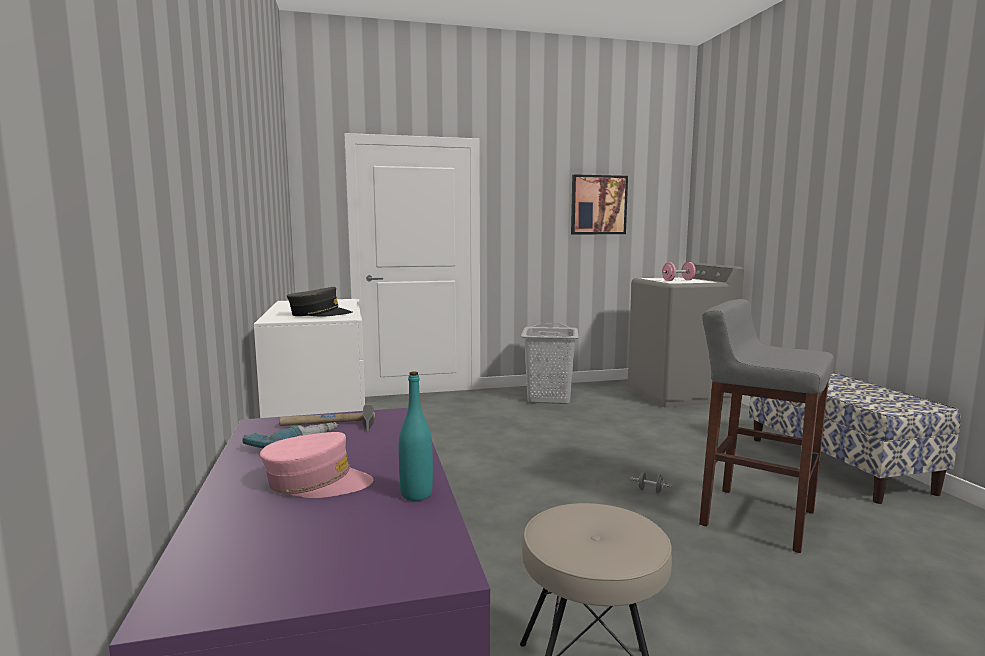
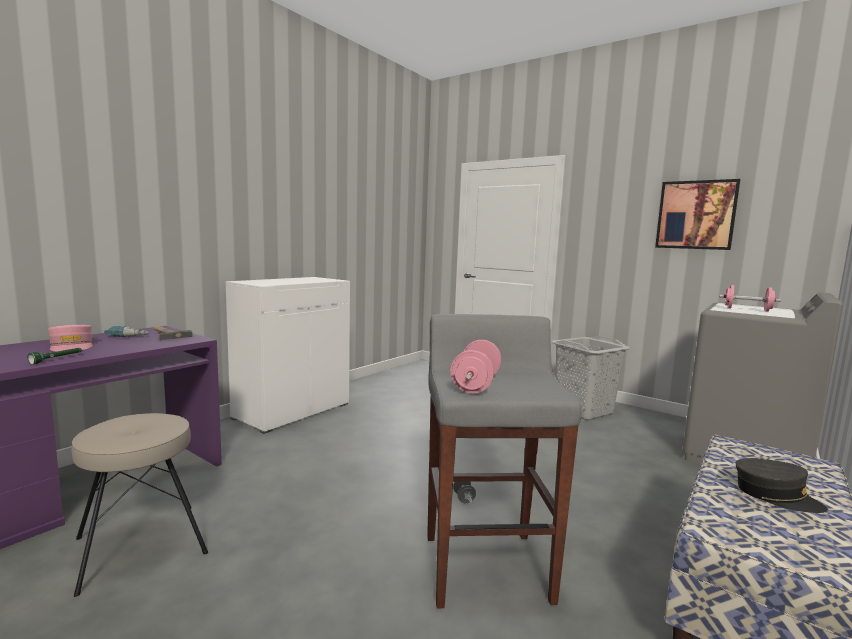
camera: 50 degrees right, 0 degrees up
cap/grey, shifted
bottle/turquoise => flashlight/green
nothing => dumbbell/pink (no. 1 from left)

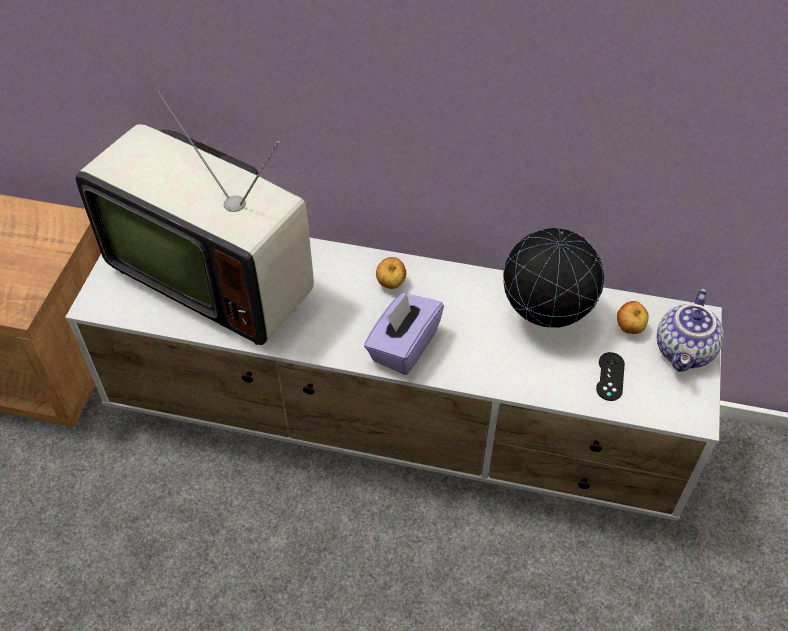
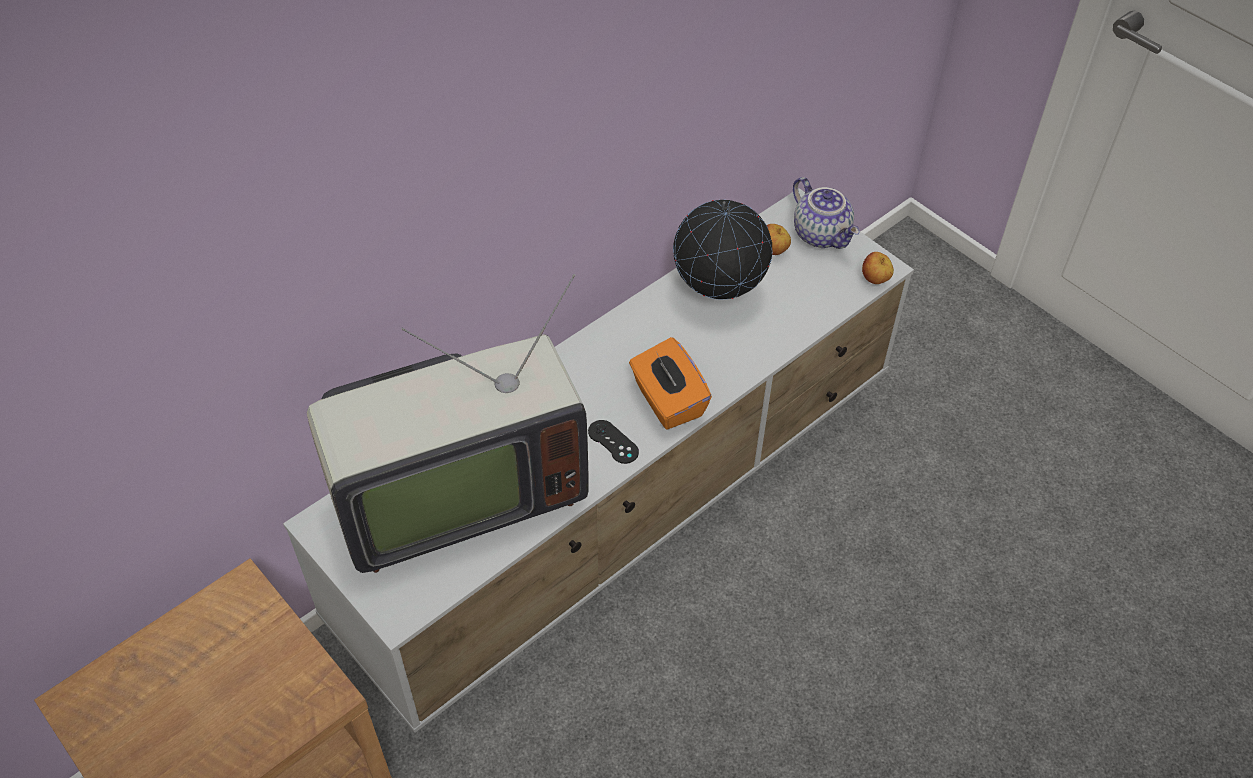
camera: 55 degrees left, 0 degrees up
apple (no. 1 from left in the first image) => apple (no. 2 from left), shifted
tissue box/purple => tissue box/orange
game controller/black, shifted

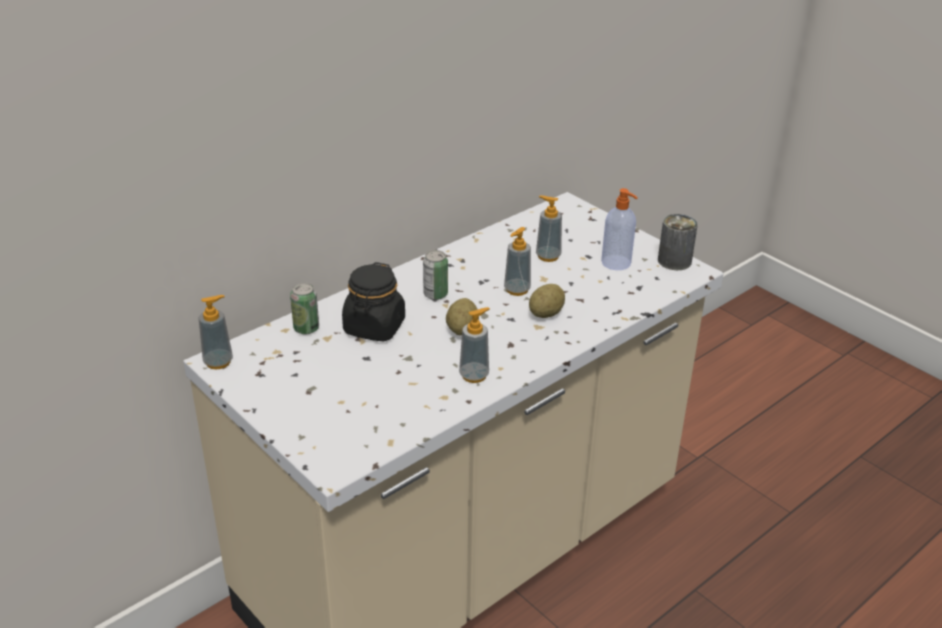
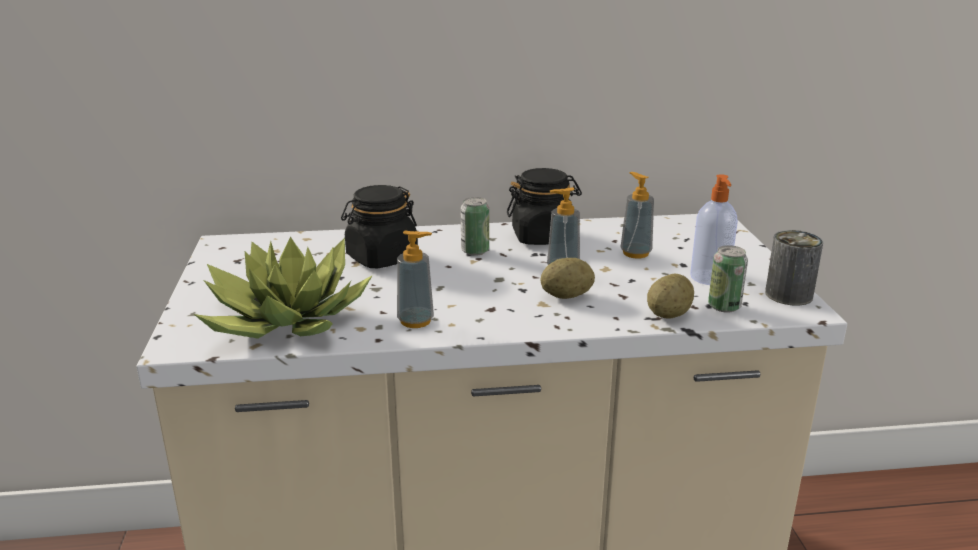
camera: 35 degrees right, 10 degrees down
can (no. 1 from left in the first image) => can (no. 2 from left), shifted
soap dispenser (no. 1 from left) => nothing
potato (no. 1 from left in the first image) => potato (no. 2 from left), shifted
nothing => jar/black (no. 2 from left)
nothing => potted plant

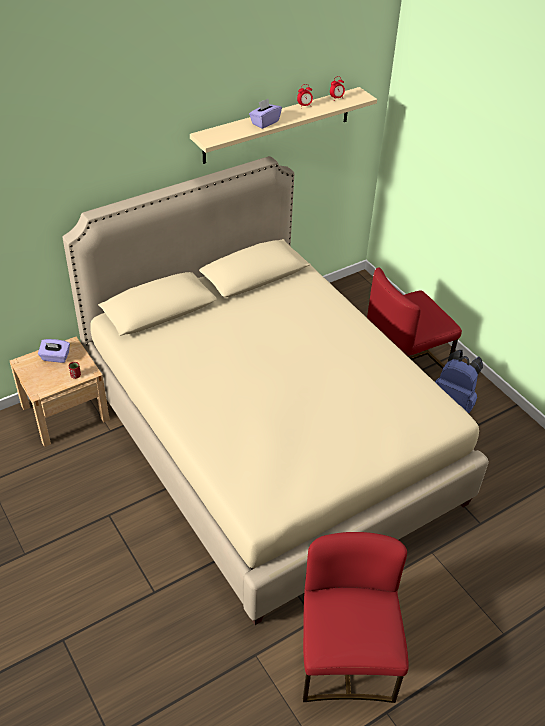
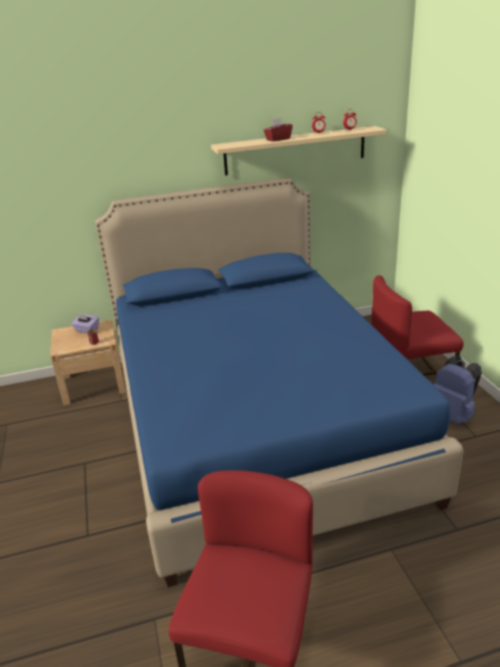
camera: 20 degrees right, 15 degrees down
tissue box/purple (no. 2 from left) => tissue box/red
bed/beige => bed/blue

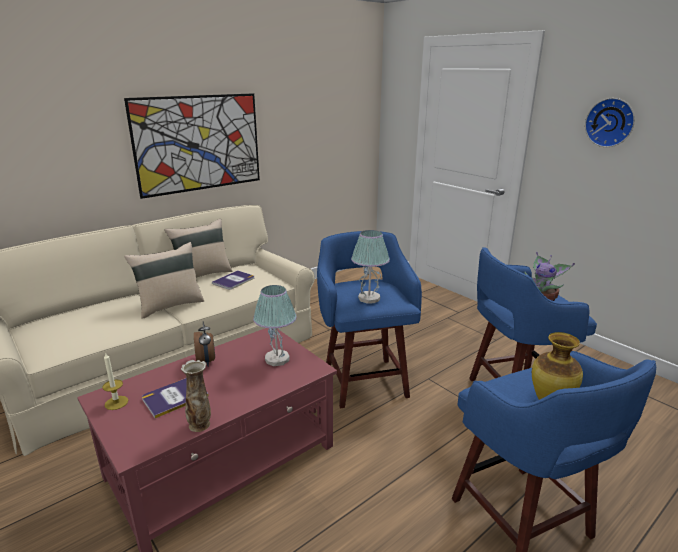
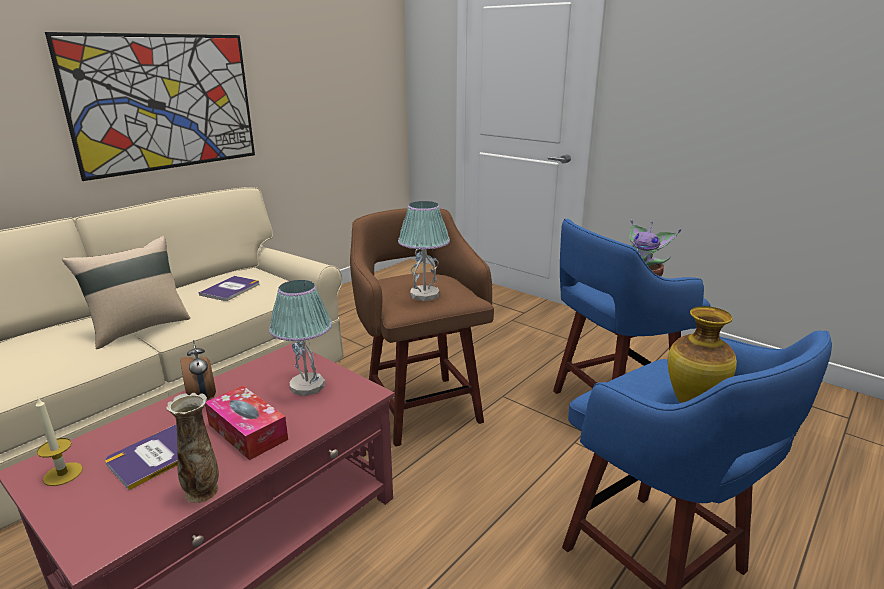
camera: 10 degrees left, 0 degrees up
wall clock => nothing
pillow/beige (no. 2 from left) => nothing
stool/blue (no. 1 from left) => stool/brown
nothing => tissue box

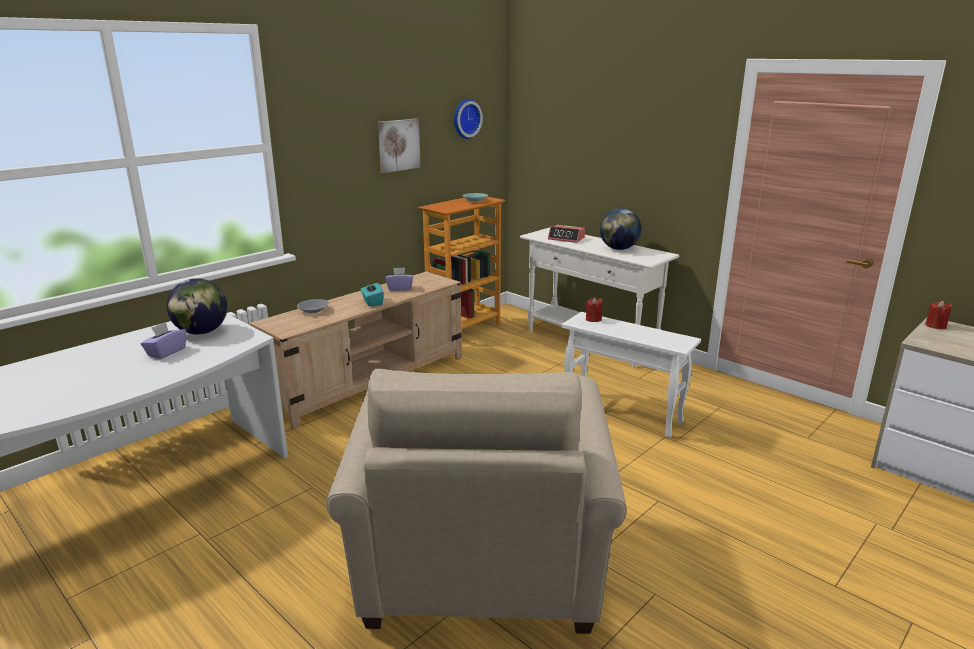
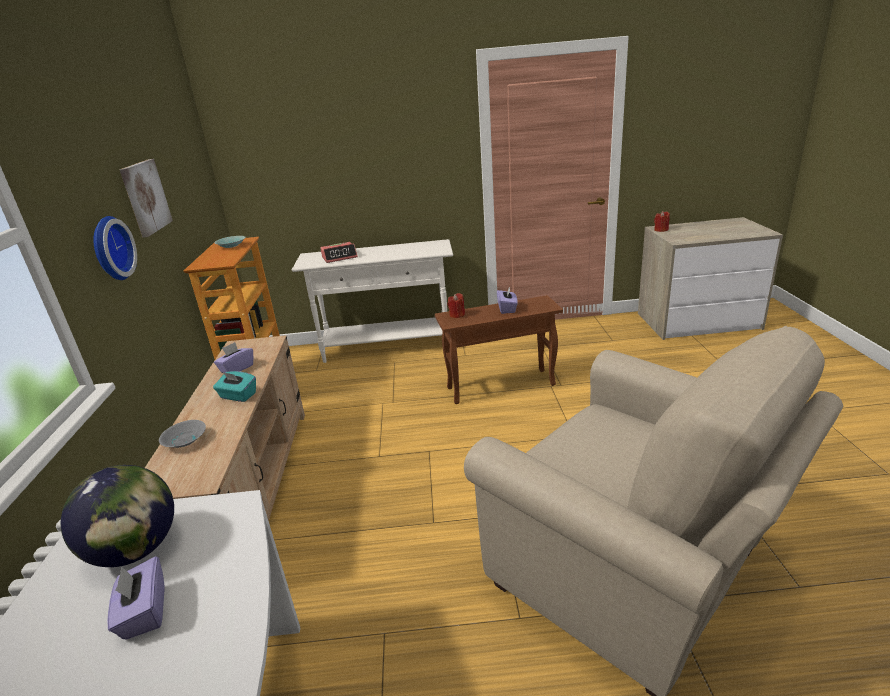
camera: 45 degrees left, 5 degrees up
wall clock, shifted
globe (no. 2 from left) => nothing
side table/white => side table/brown
nothing => tissue box/purple (no. 3 from left)

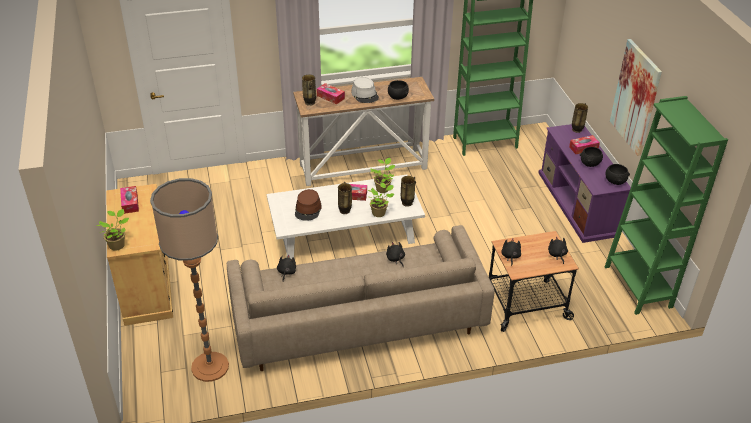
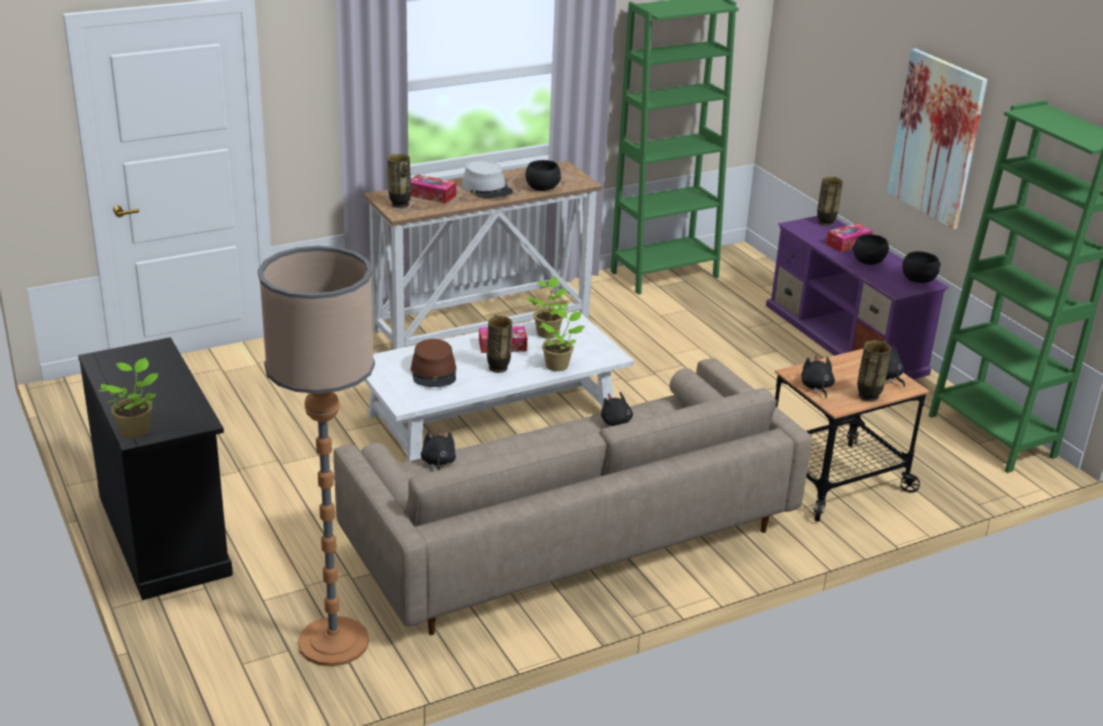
camera: 15 degrees left, 10 degrees down
vase (no. 3 from left in the first image) => vase (no. 4 from left), shifted
cabinet/beige => cabinet/black
tissue box (no. 1 from left) => nothing

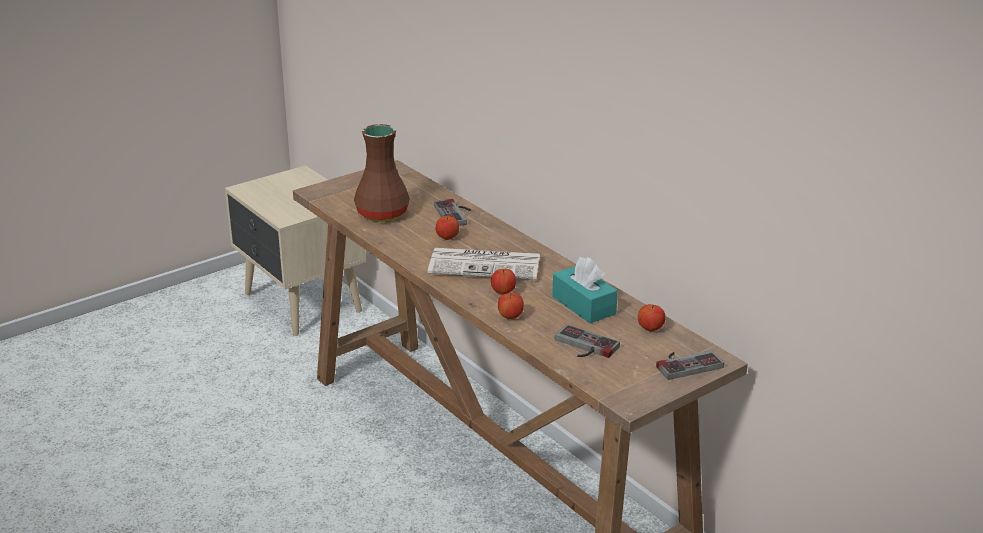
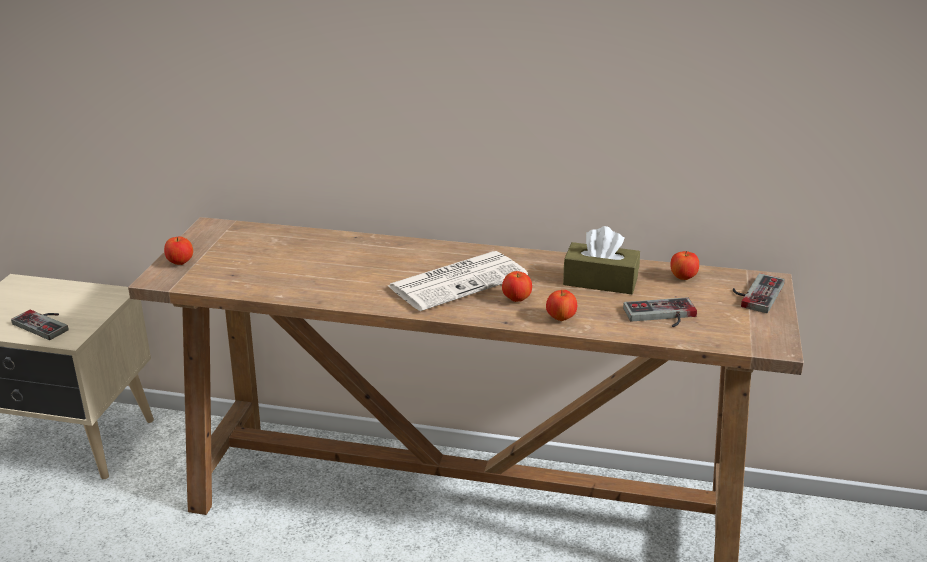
camera: 40 degrees left, 0 degrees up
vase/brown => nothing
game controller (no. 1 from left), shifted
apple (no. 1 from left), shifted
tissue box/turquoise => tissue box/brown

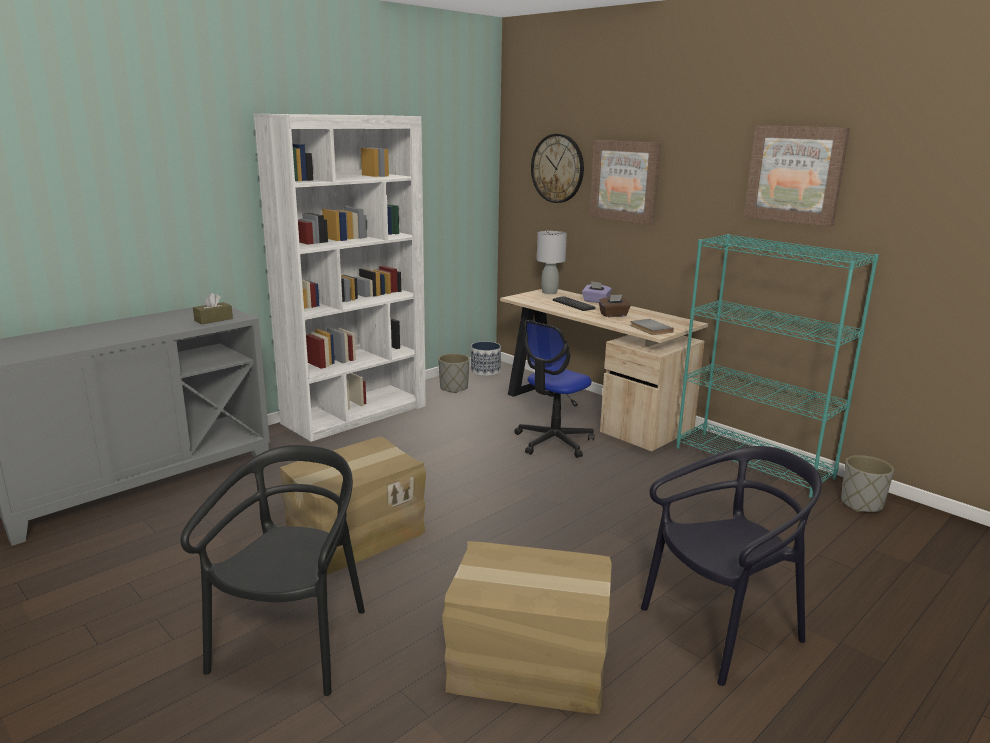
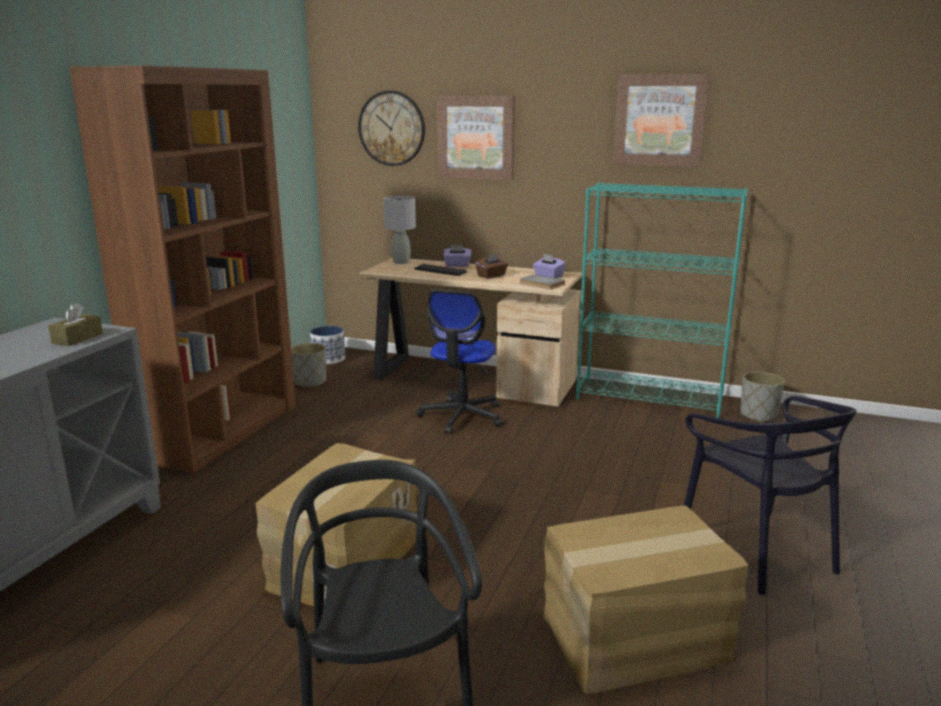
camera: 25 degrees left, 0 degrees up
bookcase/white => bookcase/brown
chair/black (no. 2 from left), 120 degrees clockwise
nothing => tissue box/purple (no. 2 from left)

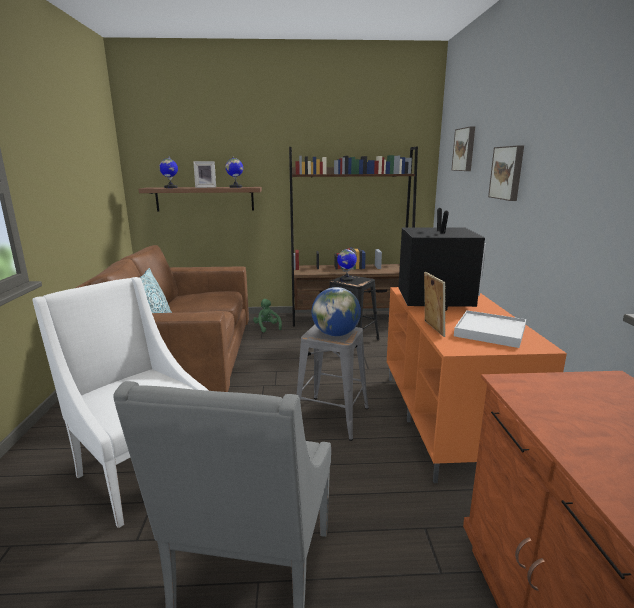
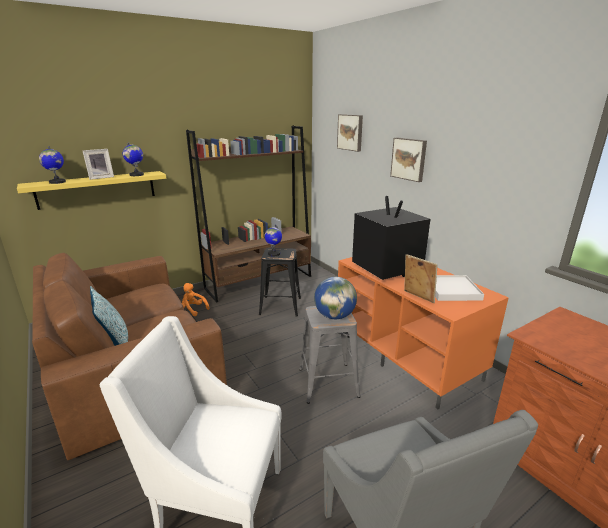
camera: 30 degrees left, 5 degrees up
shelf/brown => shelf/yellow
plush toy/green => plush toy/orange

